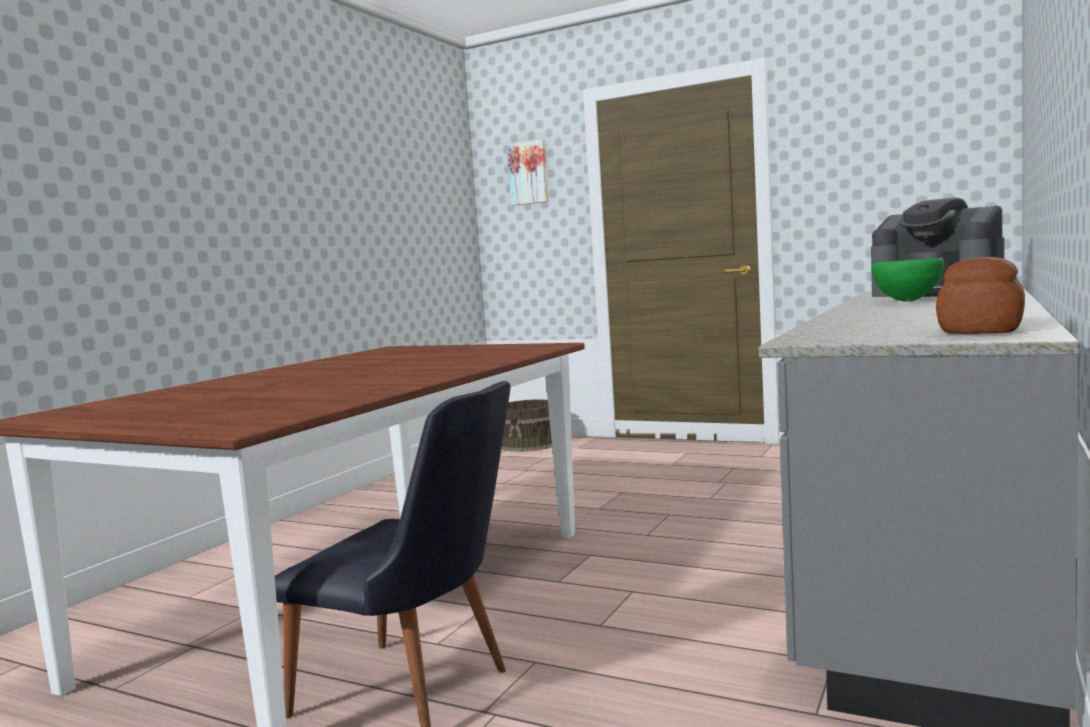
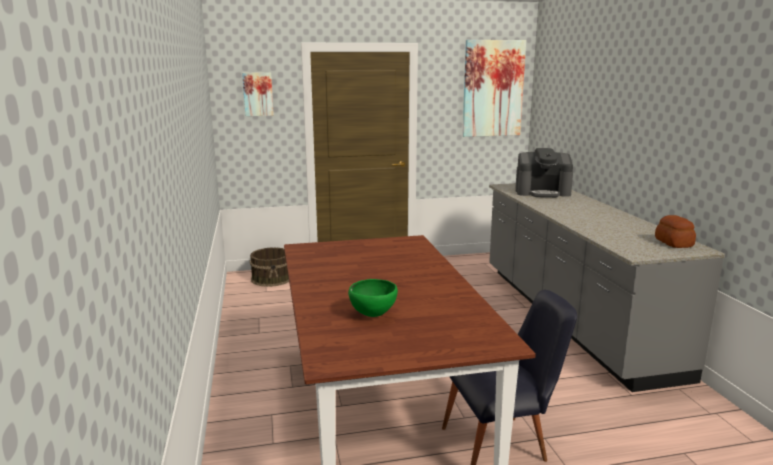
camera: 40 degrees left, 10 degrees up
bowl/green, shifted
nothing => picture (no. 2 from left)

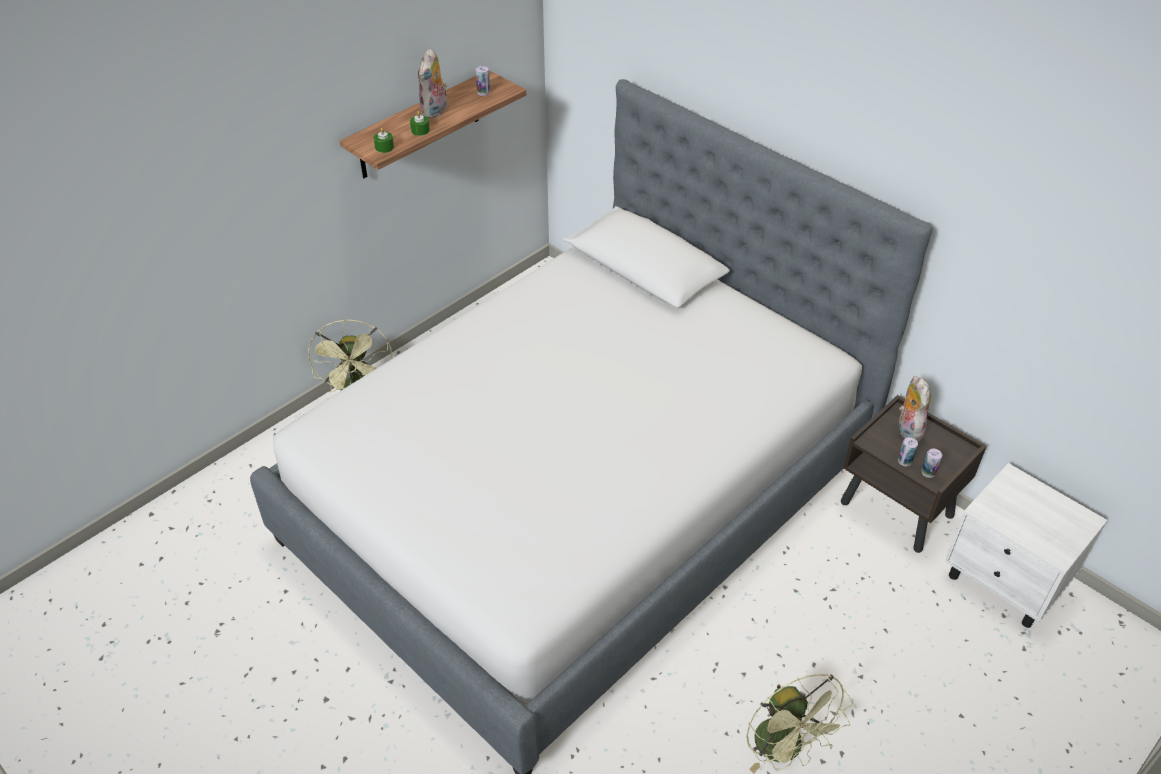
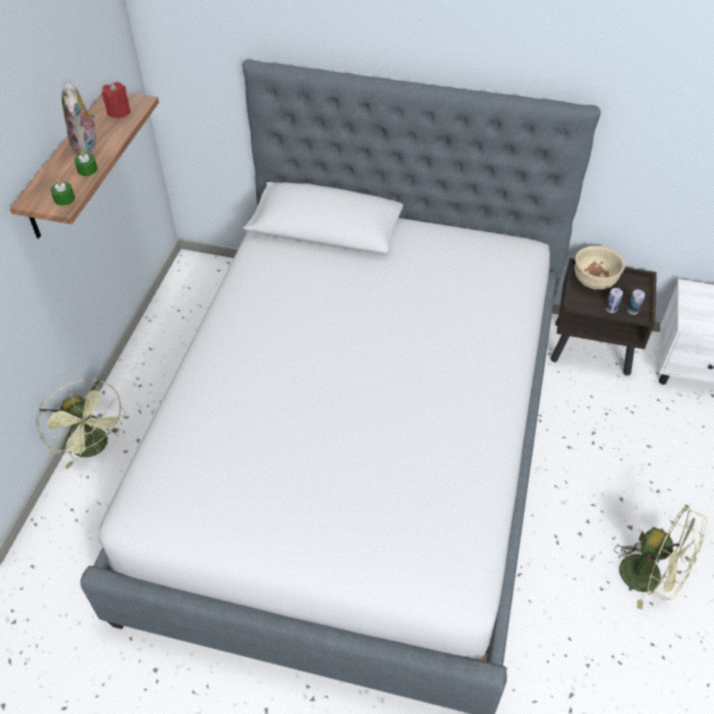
camera: 30 degrees left, 5 degrees up
can (no. 1 from left) => candle/red
plush toy (no. 2 from left) => bowl/beige

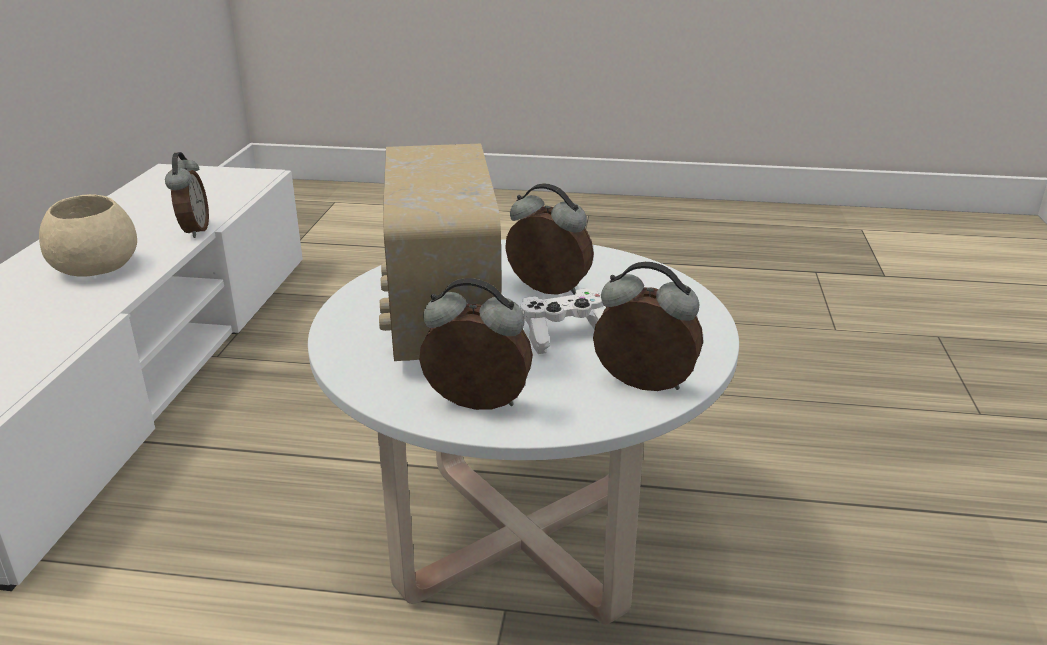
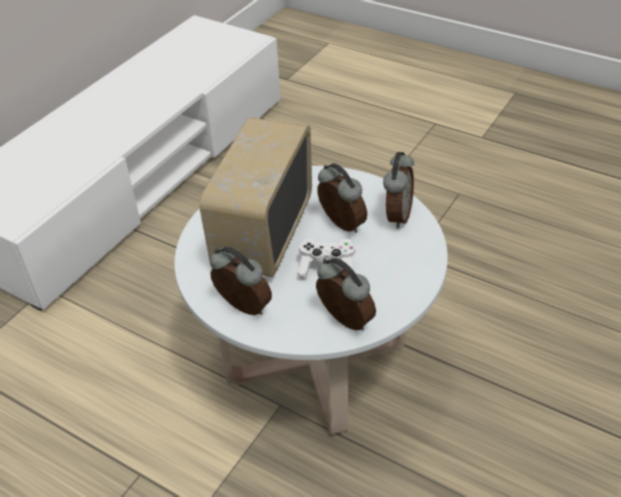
camera: 25 degrees right, 15 degrees up
alarm clock (no. 1 from left in the first image) => alarm clock (no. 4 from left), shifted
bowl/beige => nothing

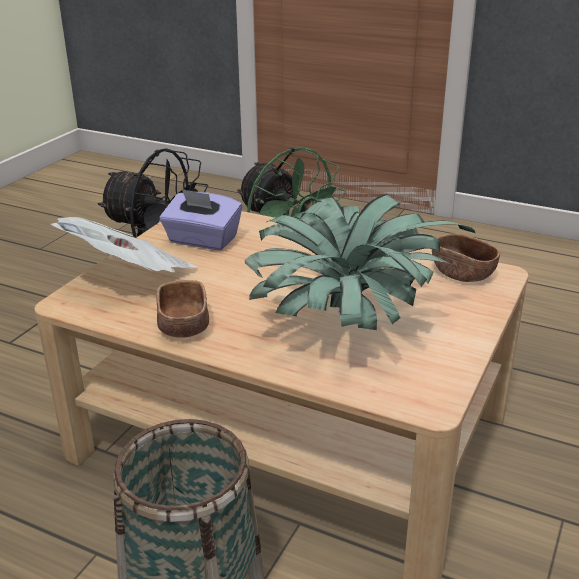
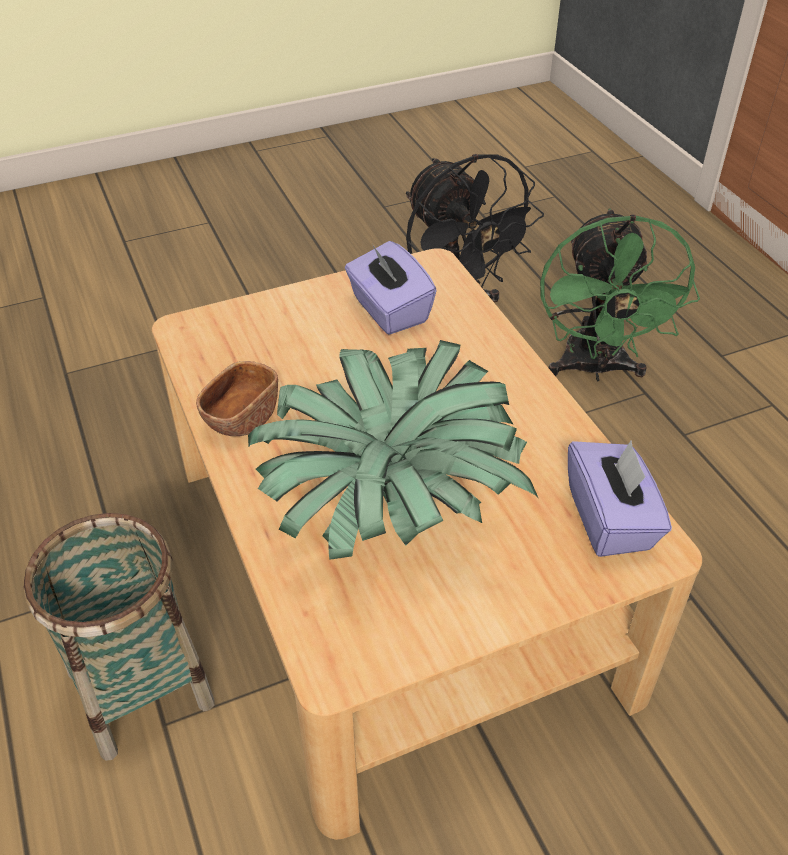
camera: 40 degrees right, 15 degrees up
newspaper => nothing
bowl/brown (no. 2 from left) => tissue box/purple (no. 2 from left)

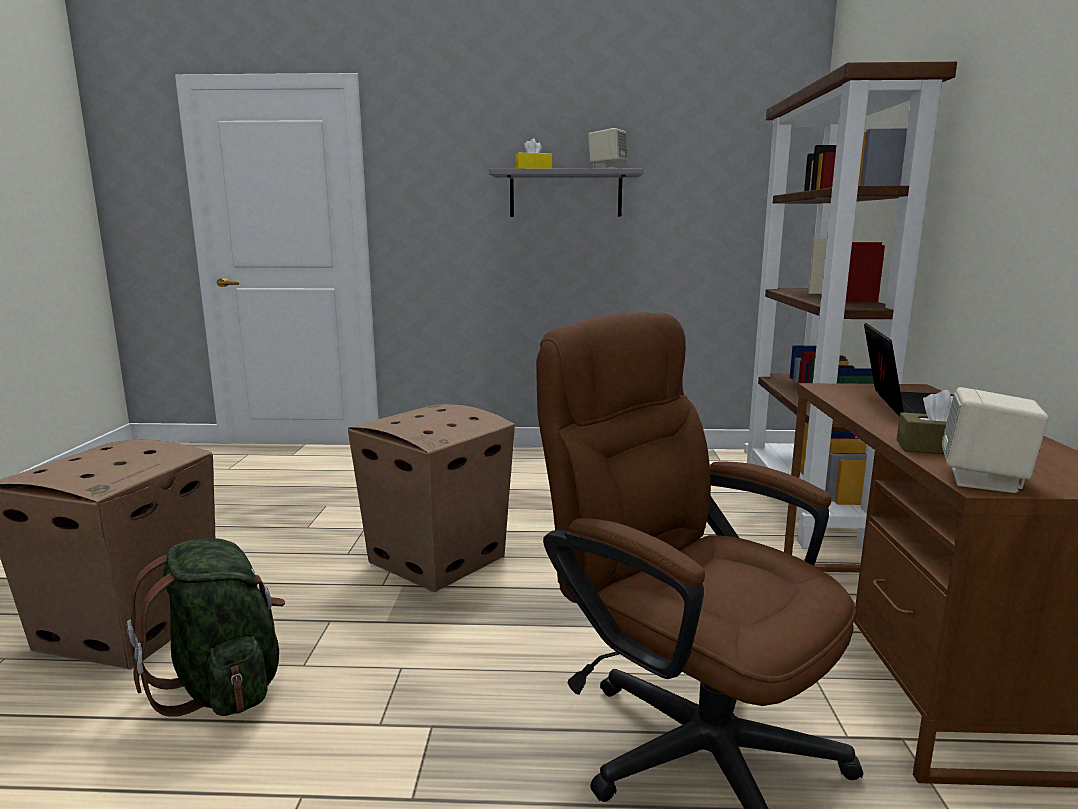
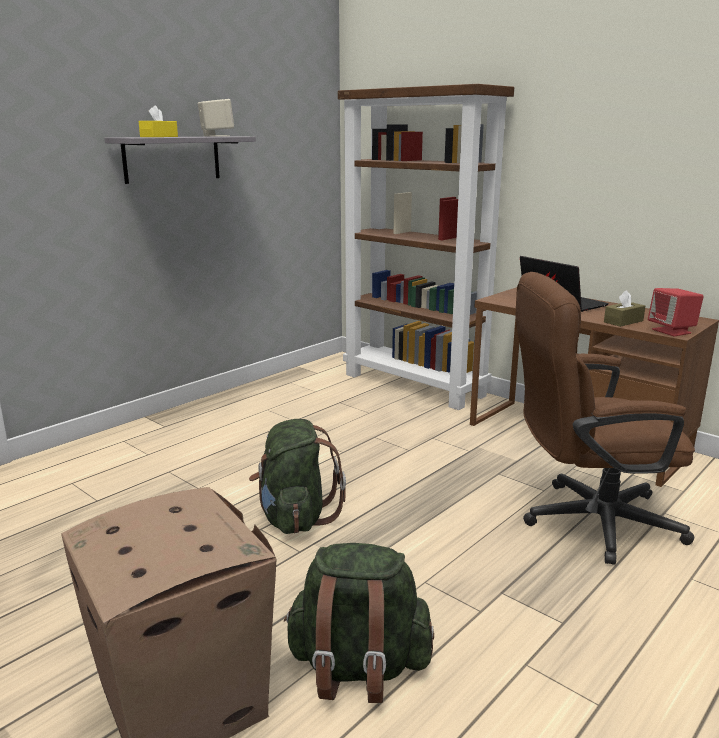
camera: 50 degrees left, 5 degrees up
speaker/beige (no. 2 from left) => speaker/red
cardboard box (no. 2 from left) => backpack/green (no. 1 from left)

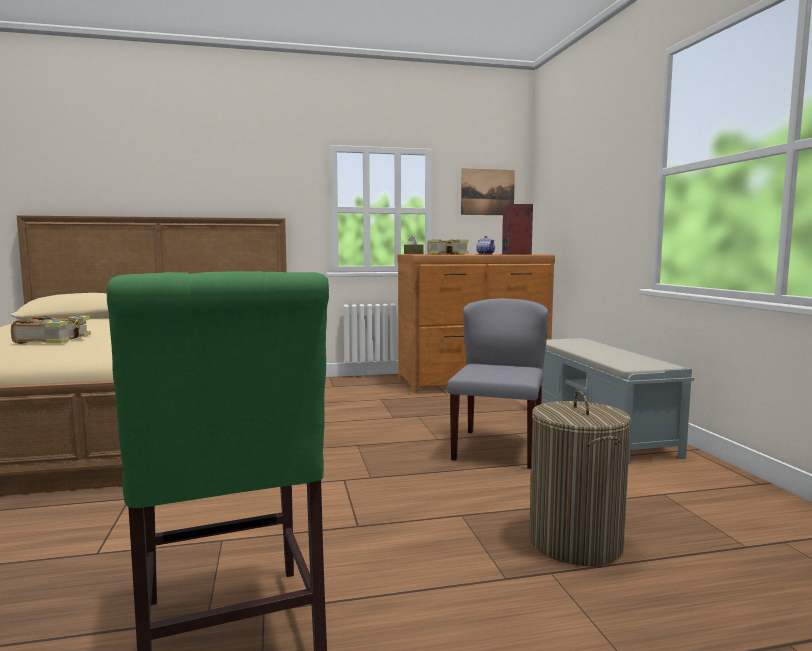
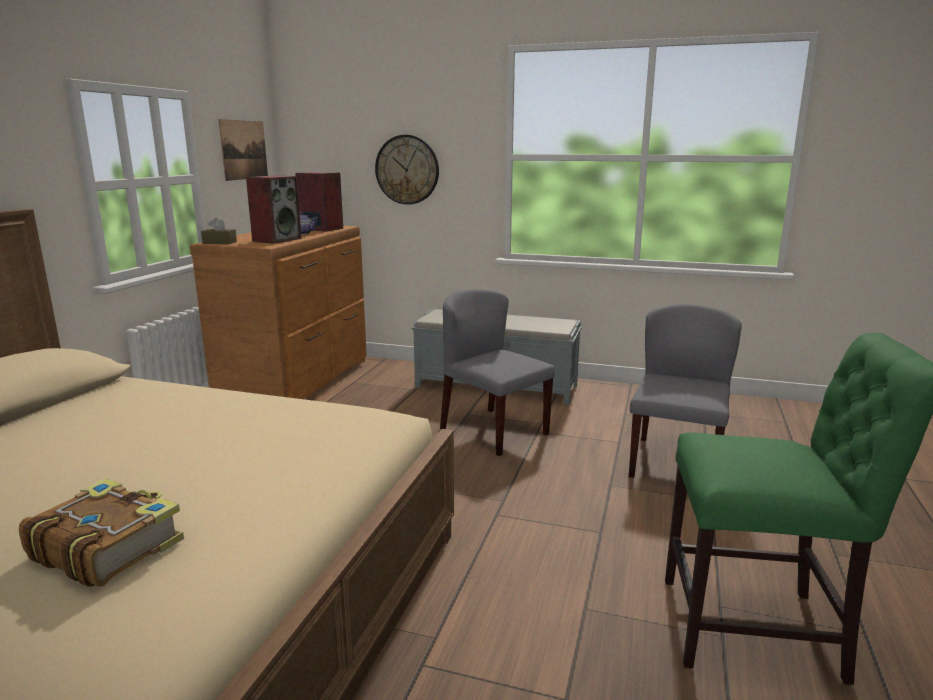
camera: 60 degrees left, 10 degrees up
book (no. 2 from left) => speaker (no. 1 from left)
laundry basket => chair/grey (no. 2 from left)
nothing => wall clock

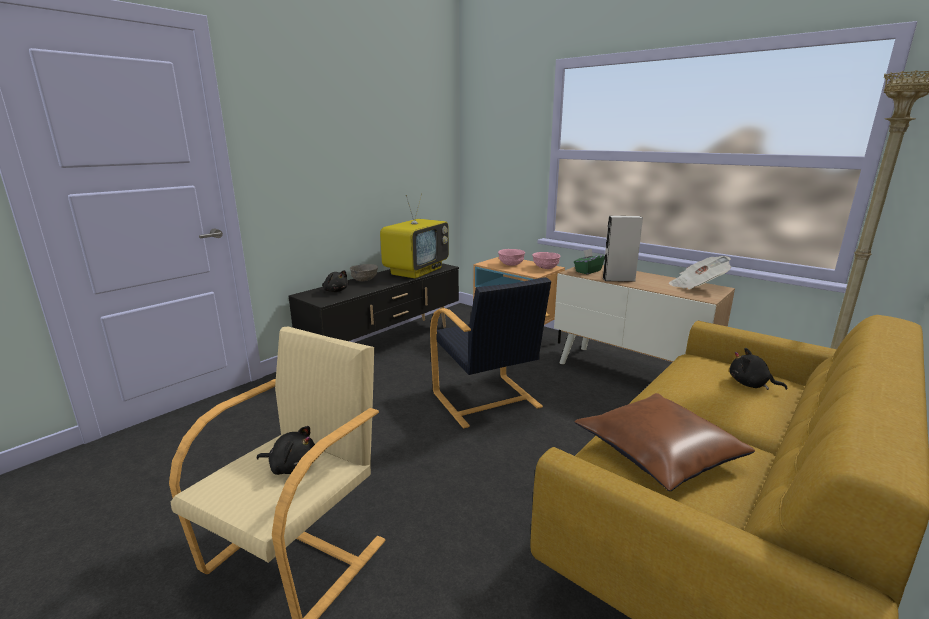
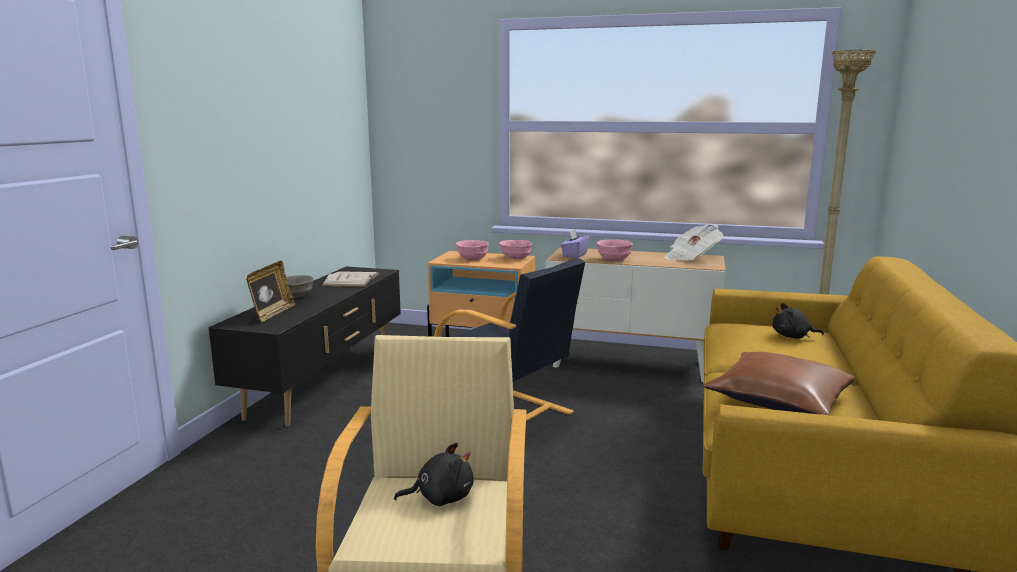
camera: 25 degrees left, 5 degrees down
television => book/white
speaker/grey => bowl/pink (no. 3 from left)
tissue box/green => tissue box/purple
plush toy/black (no. 2 from left) => picture frame

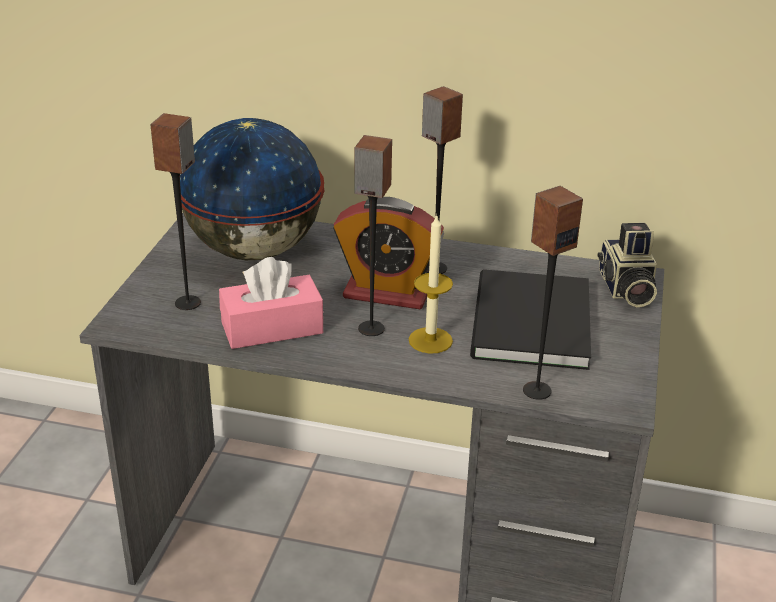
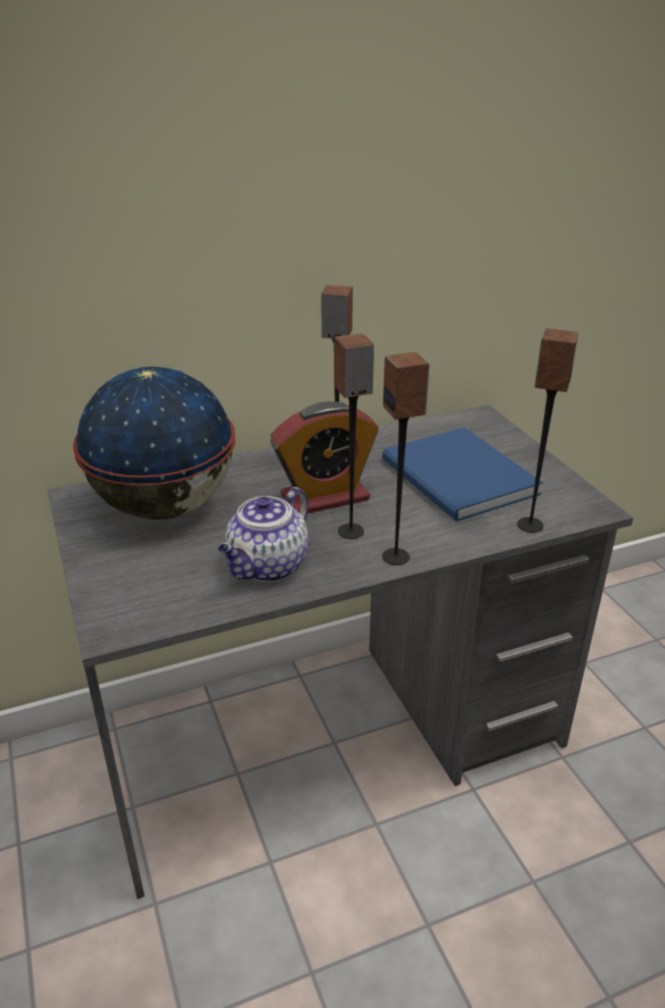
camera: 35 degrees left, 0 degrees up
speaker (no. 1 from left in the first image) => speaker (no. 3 from left), shifted
candle => nothing
photo camera => nothing
tissue box/pink => teapot
book/black => book/blue

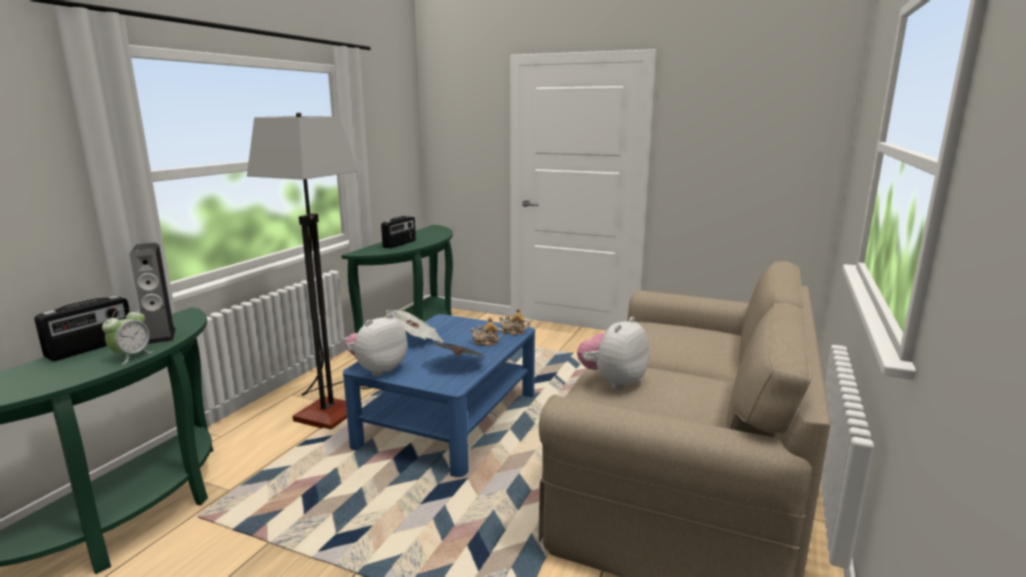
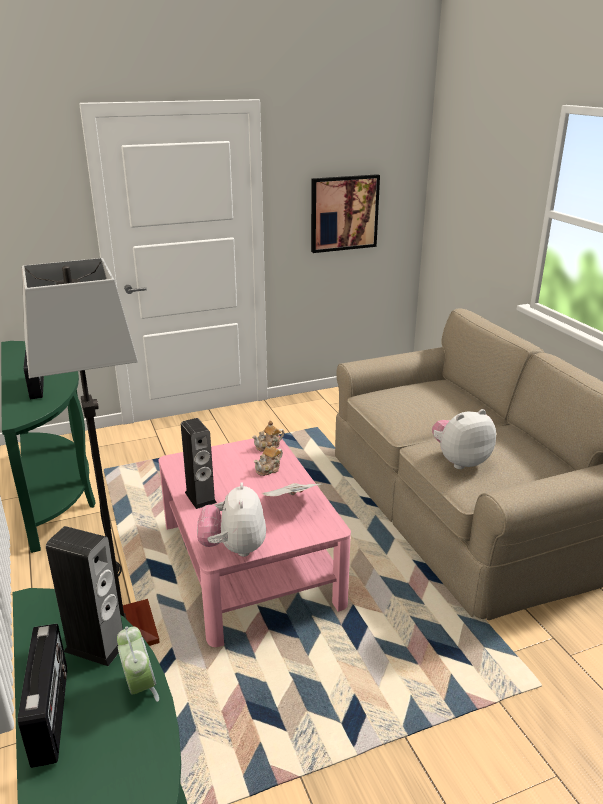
camera: 45 degrees left, 10 degrees up
newspaper (no. 1 from left) => speaker (no. 2 from left)
coffee table/blue => coffee table/pink
plush toy (no. 2 from left), 75 degrees clockwise
nothing => picture

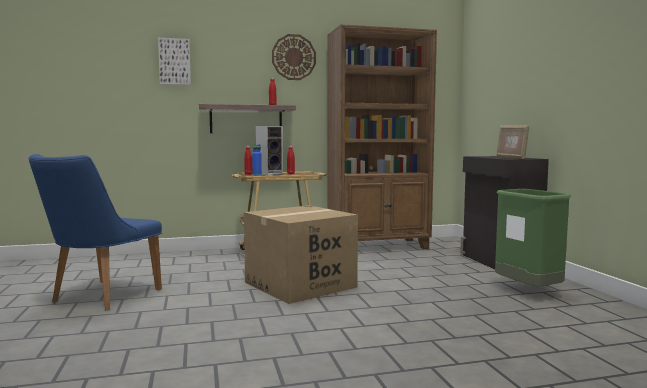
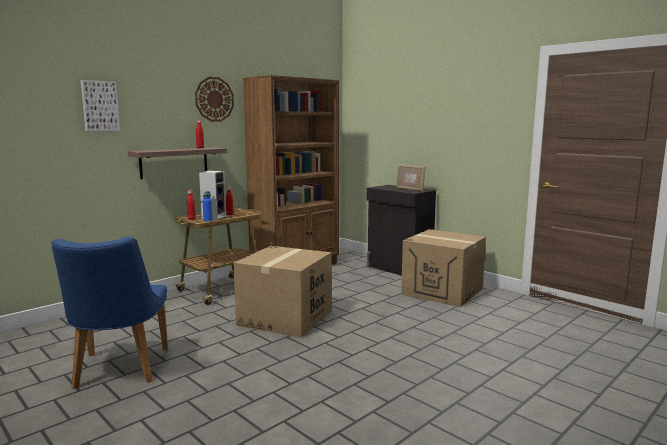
camera: 30 degrees left, 5 degrees up
trash can/green => cardboard box (no. 2 from left)

